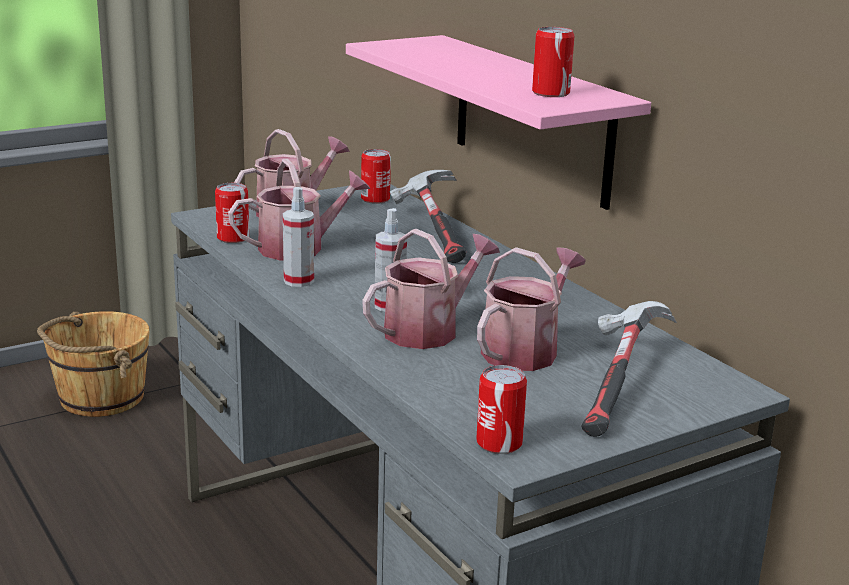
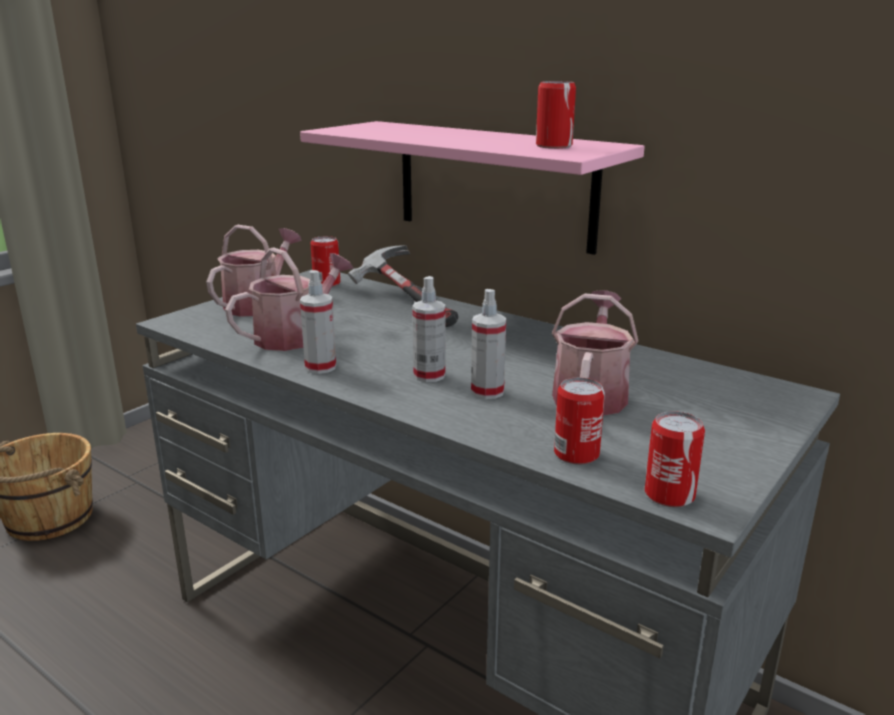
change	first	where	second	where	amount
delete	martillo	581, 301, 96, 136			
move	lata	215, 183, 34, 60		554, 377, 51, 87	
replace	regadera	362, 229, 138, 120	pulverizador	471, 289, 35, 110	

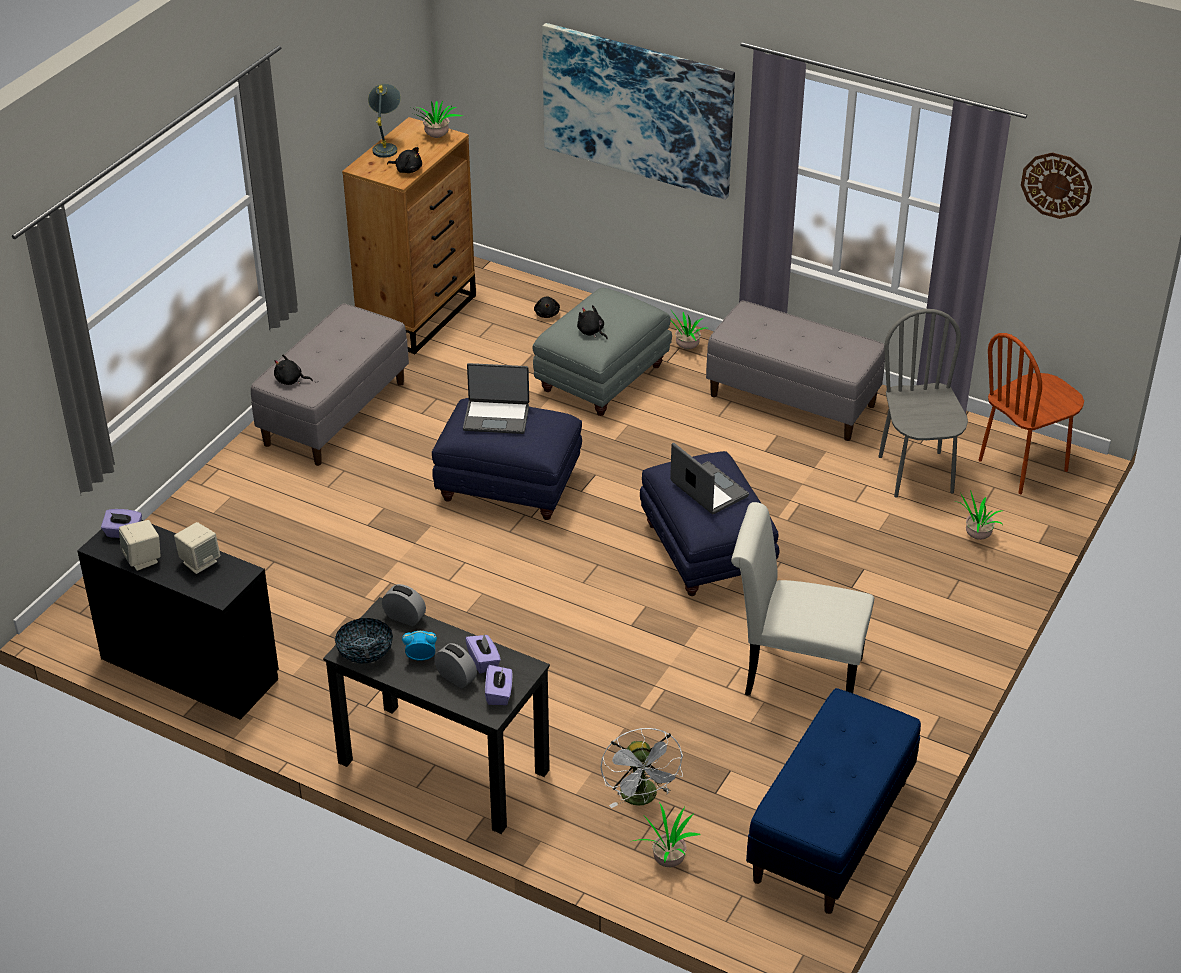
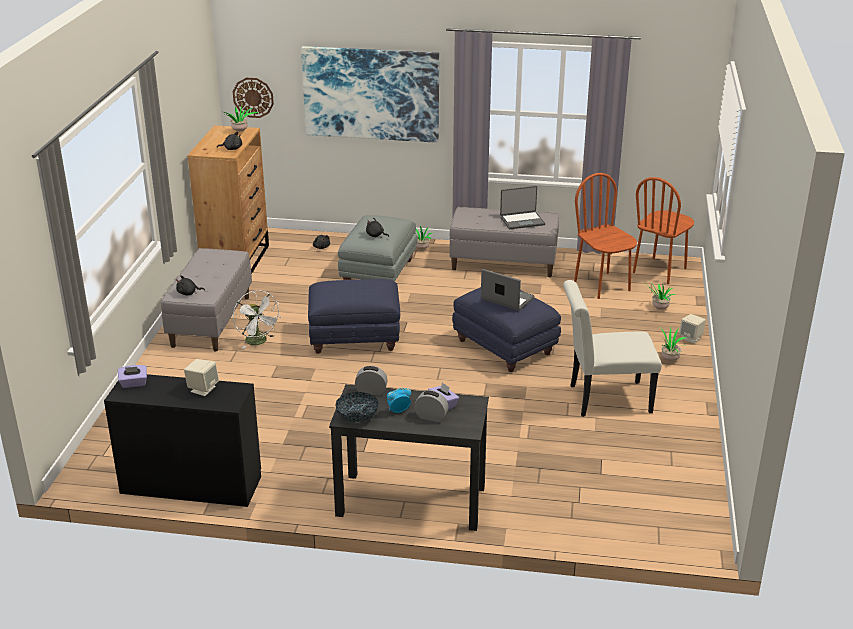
change	first	where	second	where	amount
delete	lámpara de mesa (gris)	368, 84, 33, 74			
delete	caja de pañuelos (morado)	485, 665, 27, 40			
delete	banco (azul)	746, 688, 175, 226			
move	altavoz (beis)	119, 520, 42, 51		679, 314, 27, 30	
move	portátil	463, 363, 66, 71		500, 186, 45, 43	
move	ventilador (blanco)	600, 728, 83, 80		233, 290, 48, 59	
move	planta en maceta	633, 804, 68, 63		657, 328, 30, 33	
move	reloj de pared	1021, 152, 71, 67		233, 78, 41, 40	
recolor	silla (gris)	879, 309, 89, 189	silla (marrón)	574, 173, 63, 126	

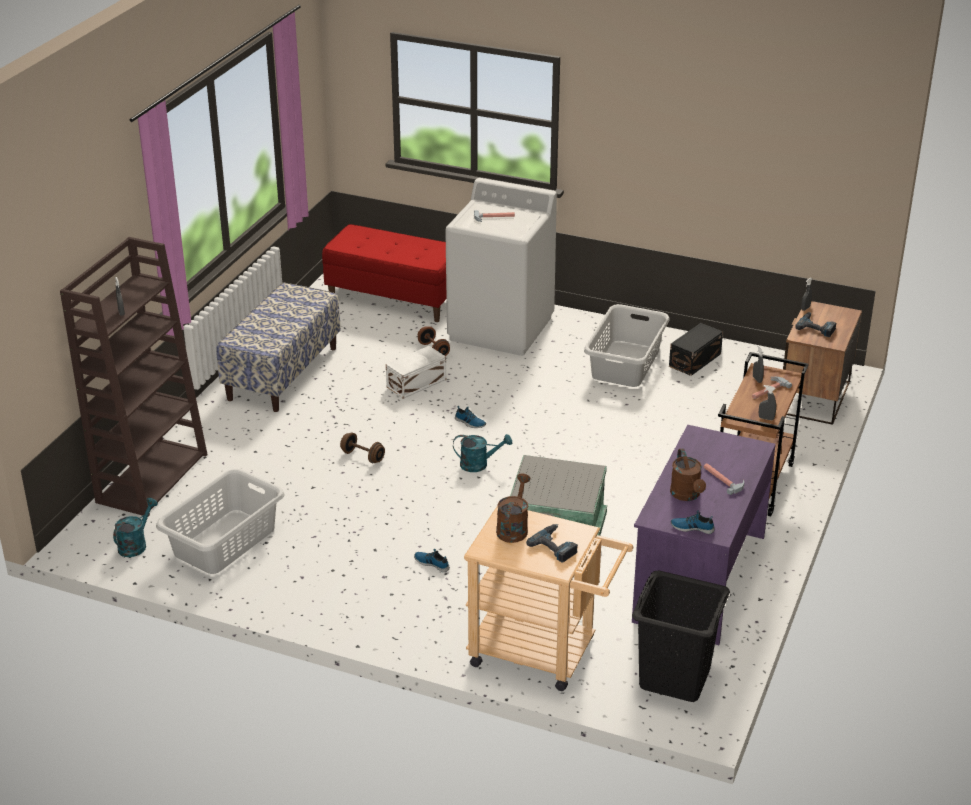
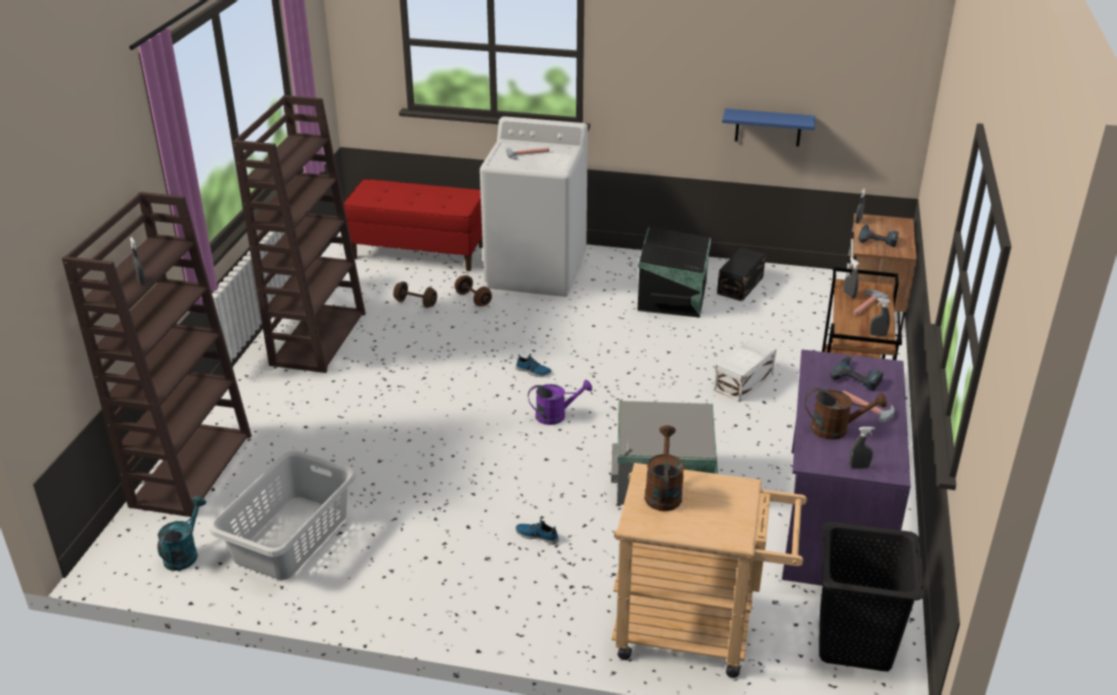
change	first	where	second	where	amount
insert			estante (azul)	722, 108, 94, 39	
move	mancuerna (marrón)	340, 433, 45, 30		393, 282, 44, 26	
move	caja de almacenaje (blanco)	386, 346, 60, 53		714, 339, 62, 63	
move	taladro	526, 524, 52, 39		830, 356, 54, 35	
replace	banco	216, 282, 125, 130	estantería (marrón)	232, 95, 134, 278	
replace	cesto de la ropa (gris)	584, 304, 86, 83	caja de almacenaje (negro)	637, 227, 74, 91	
replace	zapato	671, 510, 44, 24	pulverizador (gris)	849, 427, 26, 41	
recolor	regadera (turquesa)	453, 434, 59, 38	regadera (morado)	528, 380, 64, 45	
rotate	regadera (marrón)	670, 448, 36, 53		805, 388, 82, 52	60 degrees counterclockwise

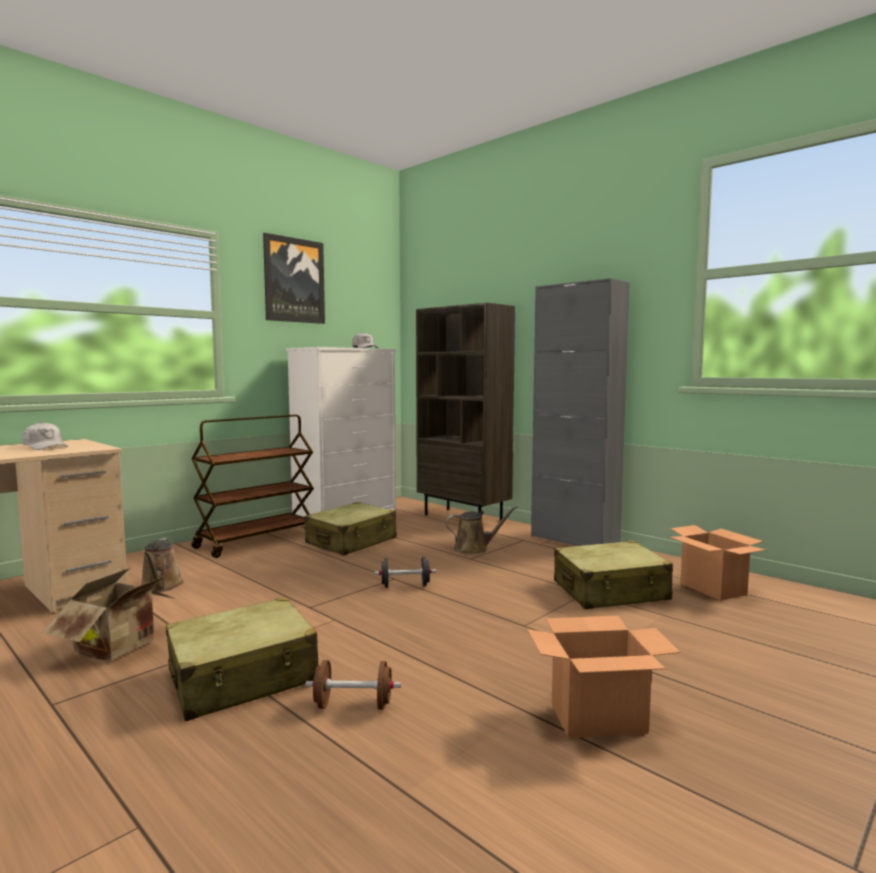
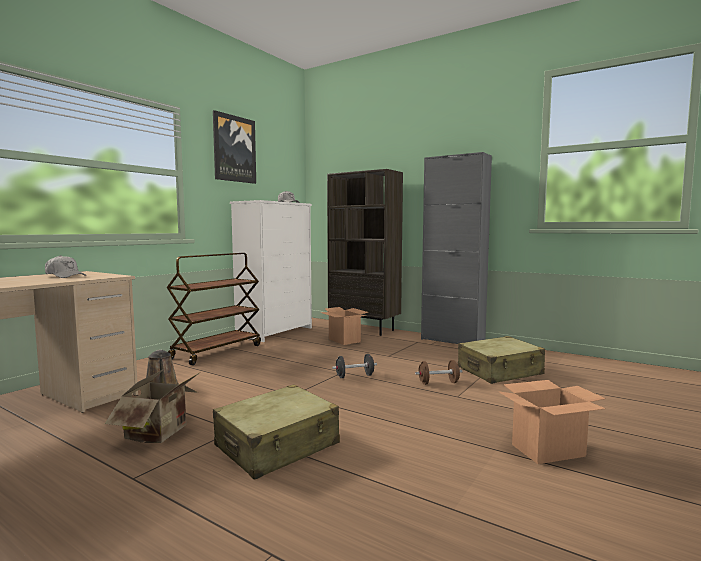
change	first	where	second	where	amount
delete	maleta (beis)	304, 502, 93, 54			
delete	regadera (marrón)	446, 506, 72, 48			
move	mancuerna (marrón)	305, 660, 96, 50		415, 360, 47, 25	
move	caja de cartón	670, 525, 96, 76		320, 307, 48, 38	

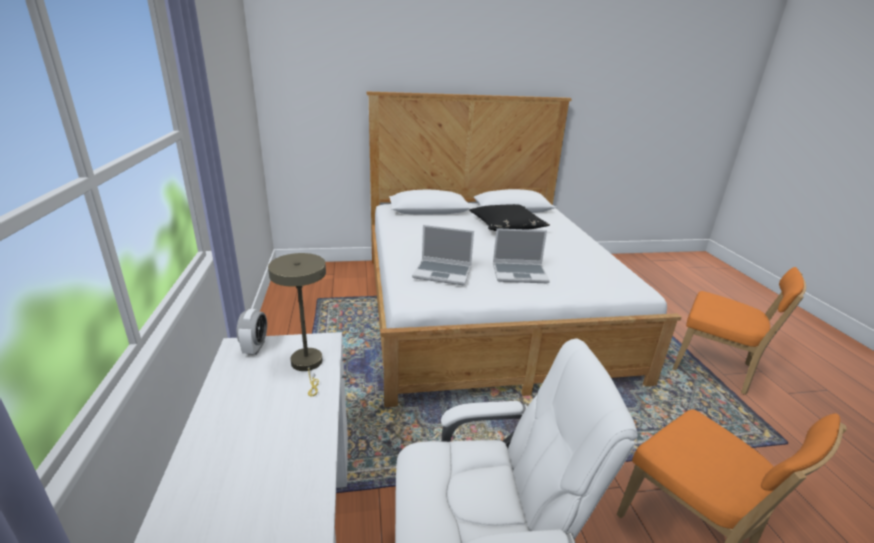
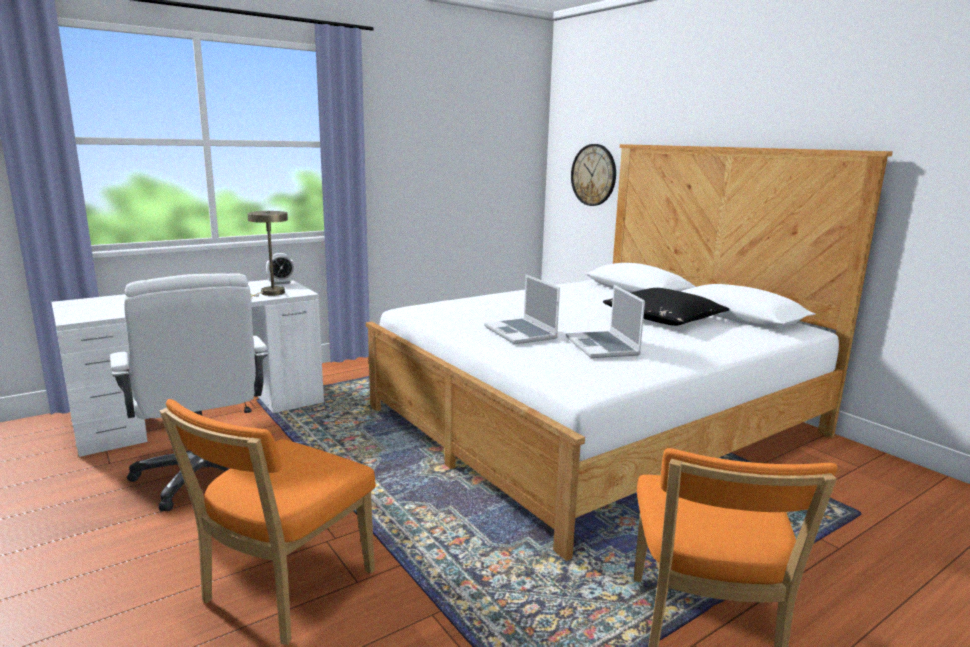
change	first	where	second	where	amount
insert			reloj de pared	571, 144, 45, 62	
move	portátil	412, 225, 62, 60		566, 285, 79, 73	

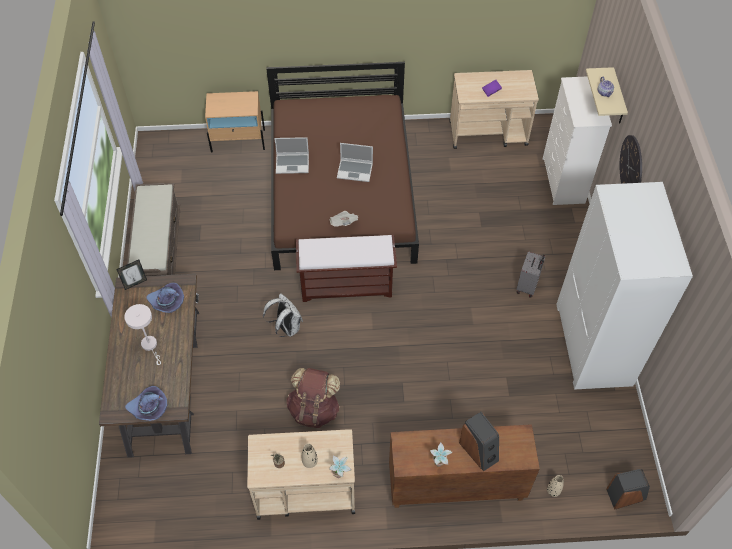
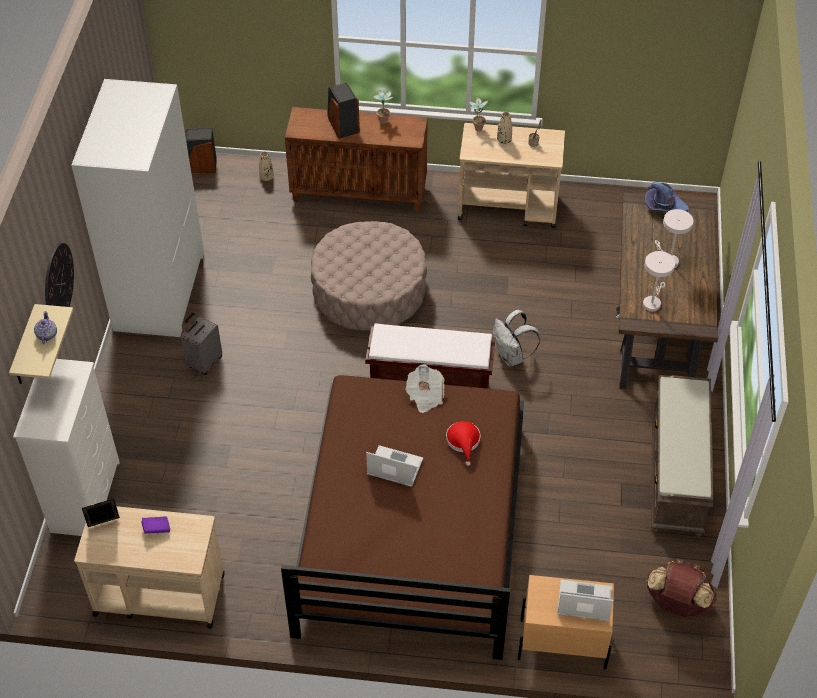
change	first	where	second	where	amount
insert			puf (beis)	311, 221, 116, 109	
insert			sombrero (rojo)	446, 421, 34, 45	
move	portarretratos	116, 260, 31, 30		82, 499, 38, 28	
move	portátil	274, 137, 35, 37		557, 580, 56, 41	
move	mochila (marrón)	286, 368, 54, 60		646, 559, 70, 58	
replace	sombrero (morado)	146, 283, 38, 30	lámpara de mesa (blanco)	643, 251, 33, 61	

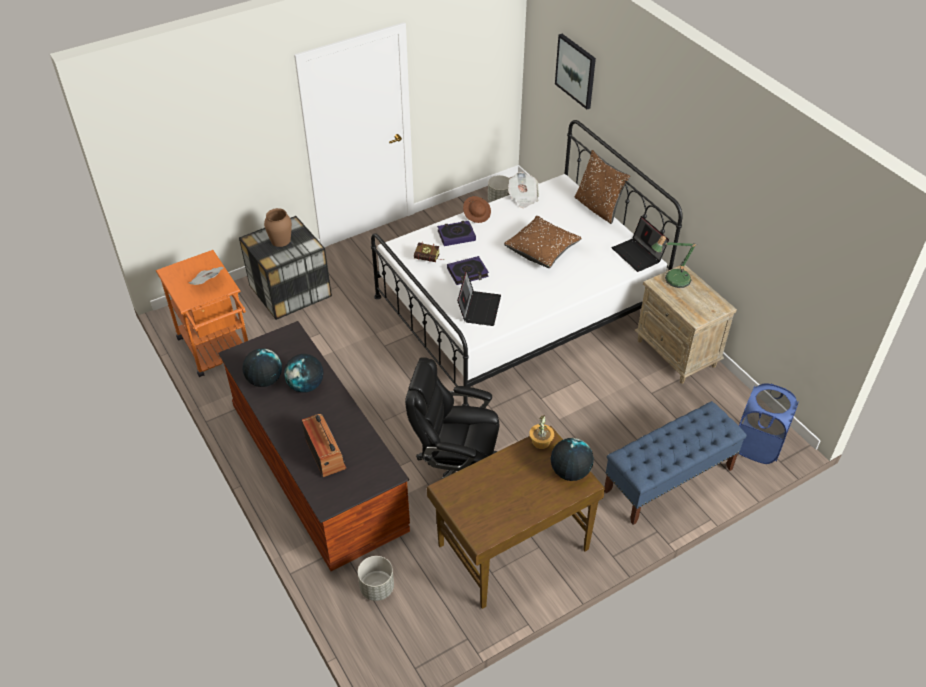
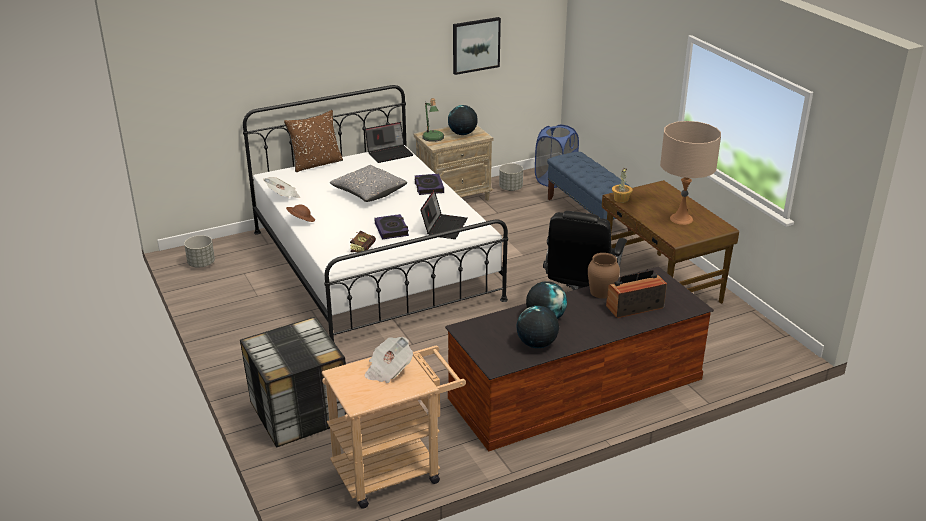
change	first	where	second	where	amount
insert			lámpara de mesa (beis)	660, 121, 61, 104	
move	florero (marrón)	264, 208, 28, 39		588, 253, 32, 46	
move	maceta (gris)	358, 556, 36, 45		499, 163, 24, 28	
move	libro	437, 221, 39, 25		415, 174, 29, 21	
move	globo terráqueo	551, 438, 43, 43		448, 105, 30, 30	
move	cuadro	555, 34, 41, 75		453, 17, 48, 58	
recolor	carrito (naranja)	156, 250, 92, 127	carrito (beis)	322, 346, 144, 163	
recolor	cojín (marrón)	504, 216, 78, 52	cojín (gris)	330, 165, 77, 37	
rotate	portátil	457, 270, 44, 56		420, 190, 48, 49	90 degrees clockwise

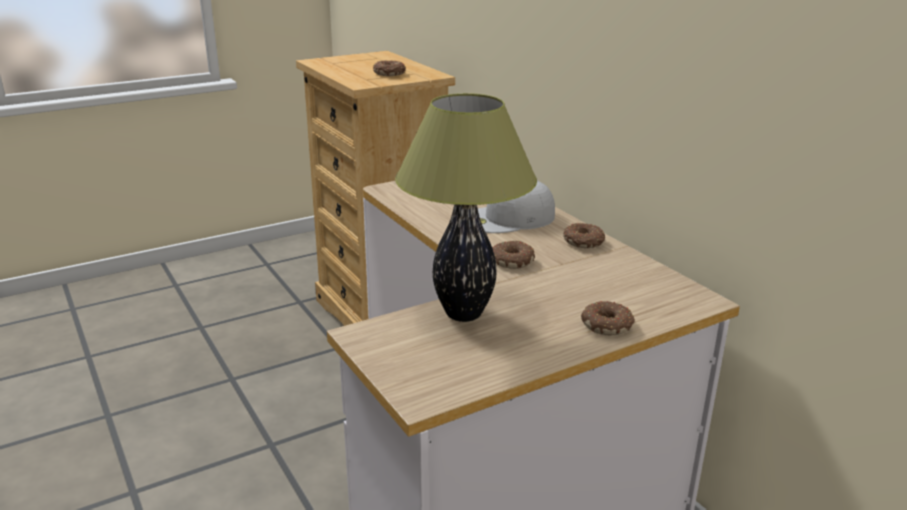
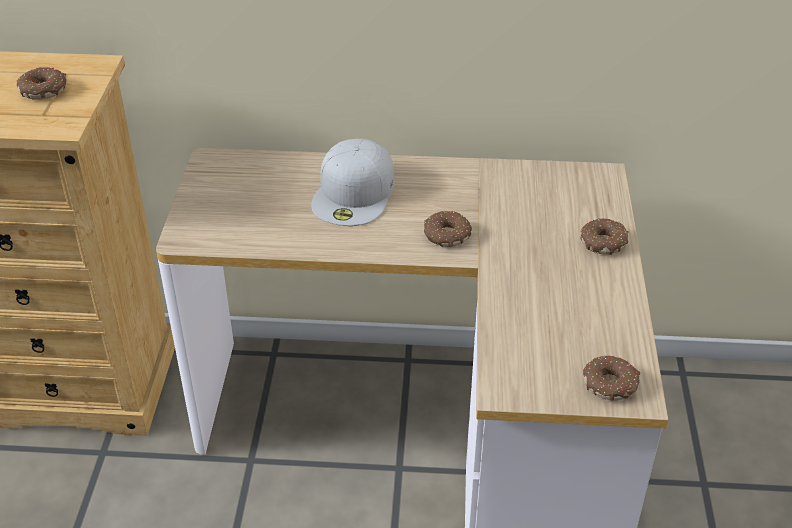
change	first	where	second	where	amount
delete	lámpara de mesa	395, 93, 142, 229			
move	rosquilla	563, 223, 42, 25		583, 355, 58, 46	

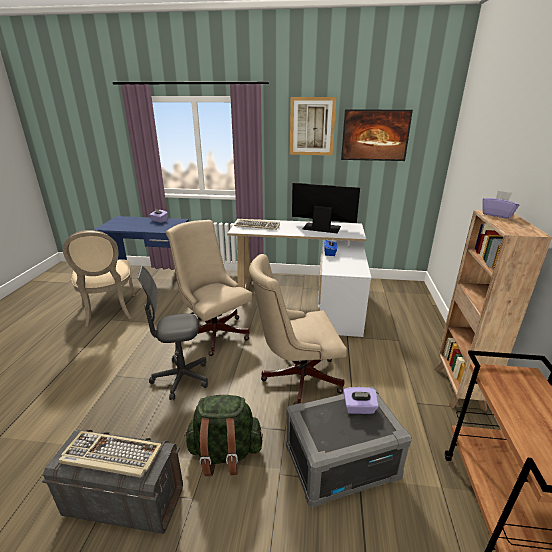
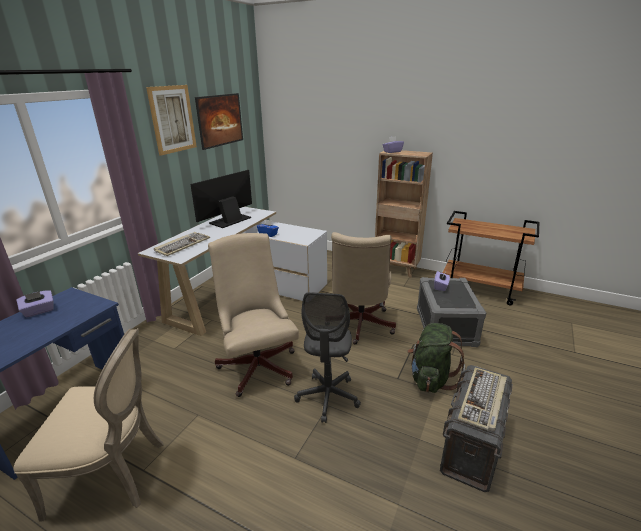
change	first	where	second	where	amount
rotate	silla de oficina (beis)	166, 220, 86, 136		208, 233, 91, 164	90 degrees clockwise

